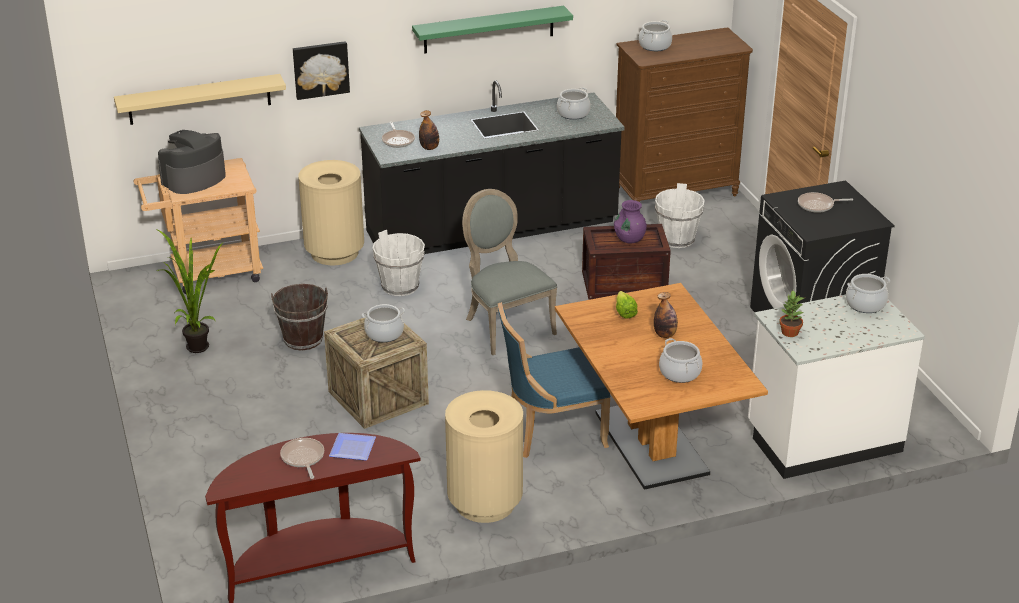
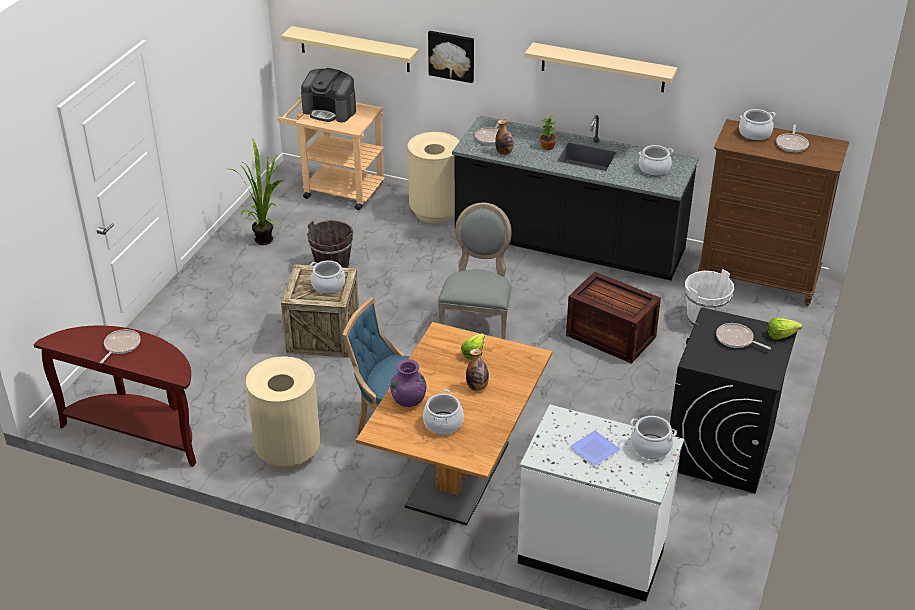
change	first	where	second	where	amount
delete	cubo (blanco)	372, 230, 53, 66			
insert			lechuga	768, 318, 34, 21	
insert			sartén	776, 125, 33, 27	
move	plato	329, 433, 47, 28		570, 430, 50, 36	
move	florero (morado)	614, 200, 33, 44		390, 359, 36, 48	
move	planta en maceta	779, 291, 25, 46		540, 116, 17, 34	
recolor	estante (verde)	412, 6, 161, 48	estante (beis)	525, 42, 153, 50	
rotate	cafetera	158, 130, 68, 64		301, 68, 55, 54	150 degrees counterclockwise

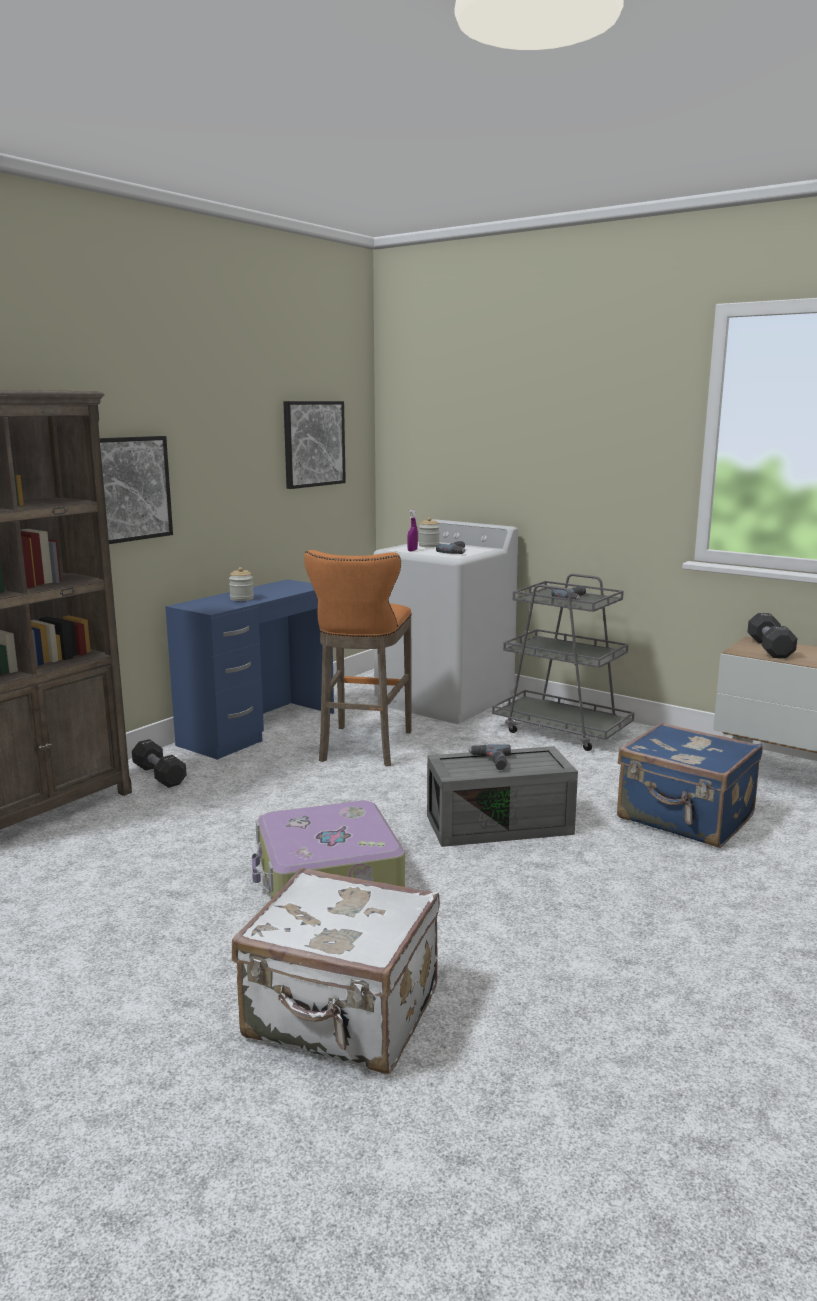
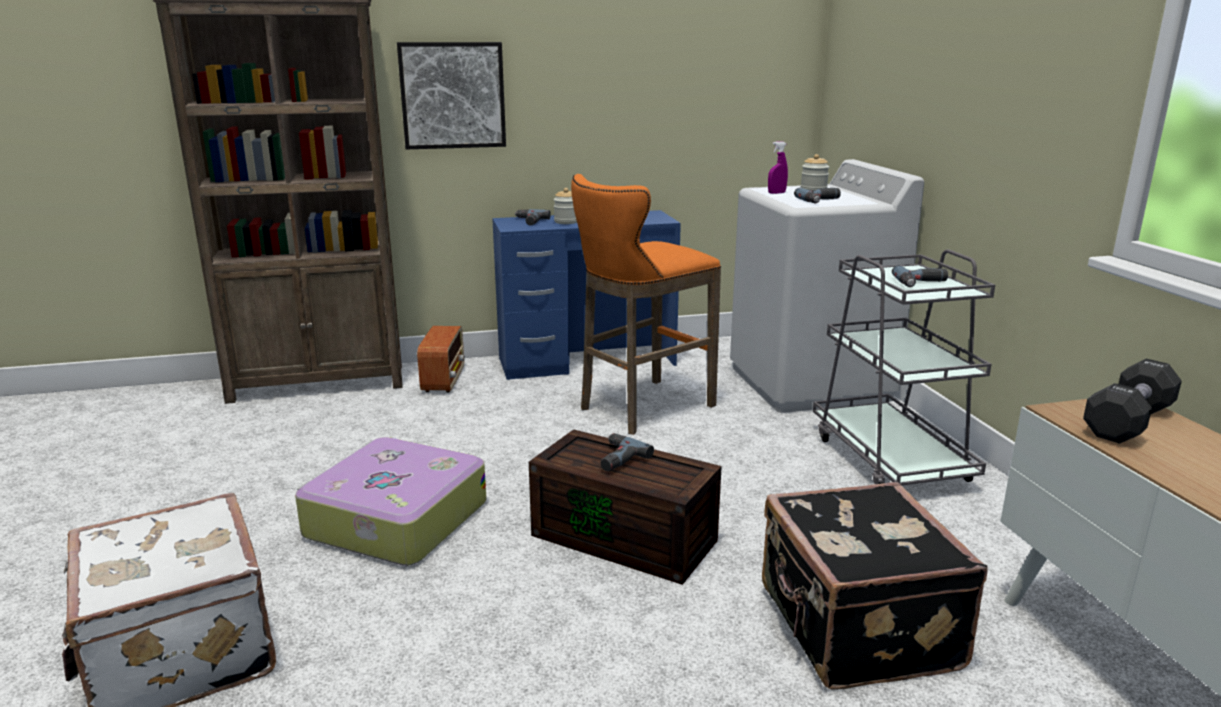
change	first	where	second	where	amount
delete	cuadro	284, 401, 62, 88			
insert			taladro	515, 209, 36, 17	
replace	mancuerna (negro)	132, 739, 55, 49	radio	417, 326, 48, 66	
recolor	caja de almacenaje (gris)	427, 746, 151, 101	caja de almacenaje (marrón)	529, 429, 193, 156	
recolor	maleta (azul)	617, 722, 146, 126	maleta (negro)	762, 482, 225, 208	

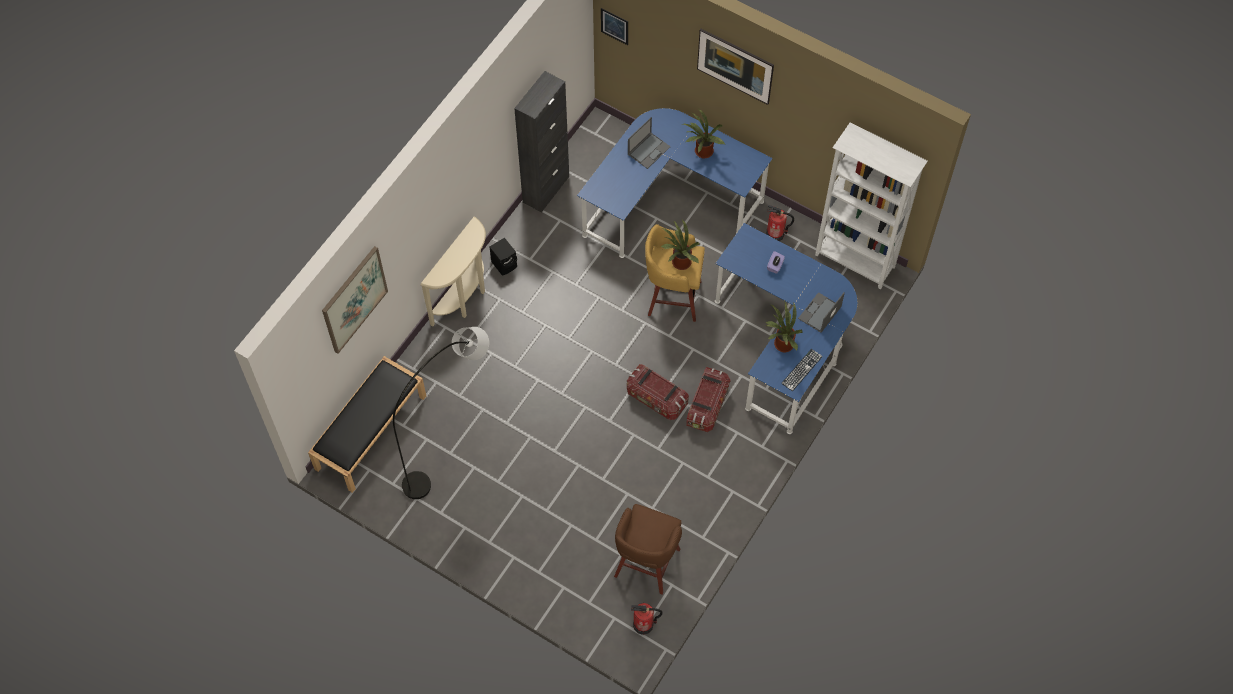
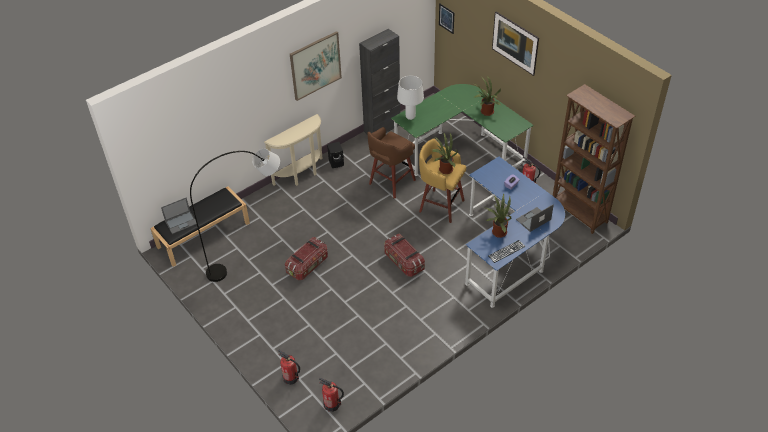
change	first	where	second	where	amount
insert			extintor	278, 349, 22, 36	
insert			lámpara de mesa (blanco)	397, 76, 27, 44	
move	cuadro	322, 246, 66, 108		290, 31, 52, 70	
move	taburete (marrón)	614, 504, 68, 90		367, 127, 49, 72	
move	portátil	628, 117, 43, 52		161, 198, 35, 36	
move	caja de almacenaje	686, 367, 44, 65		285, 237, 43, 43	
recolor	escritorio (azul)	577, 108, 196, 150	escritorio (verde)	391, 84, 143, 92	
recolor	estantería (blanco)	815, 122, 113, 168	estantería (marrón)	553, 84, 82, 150	

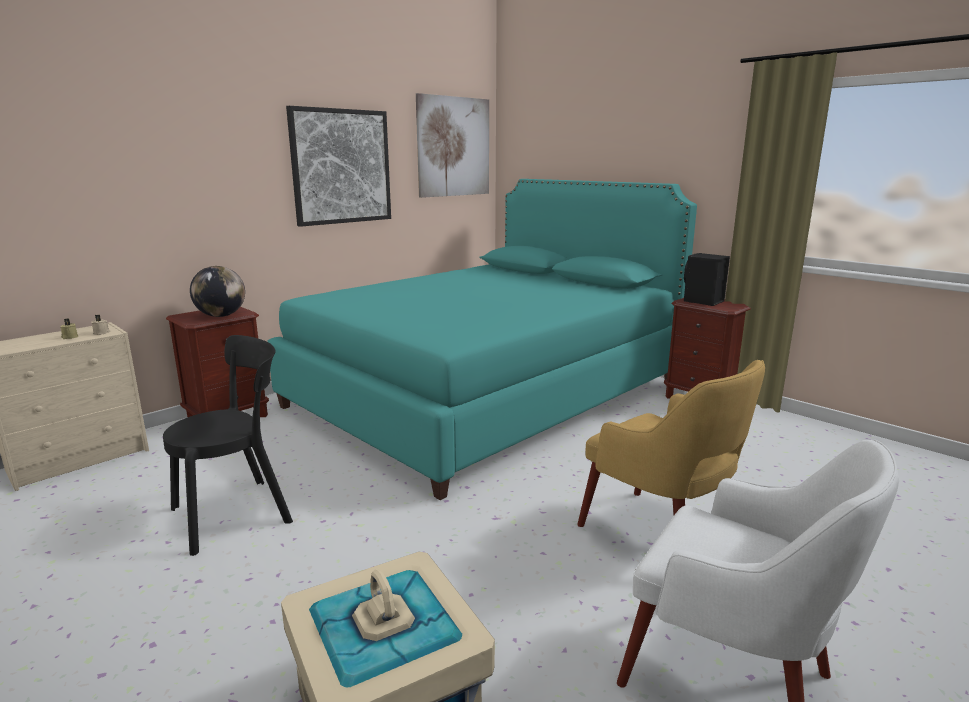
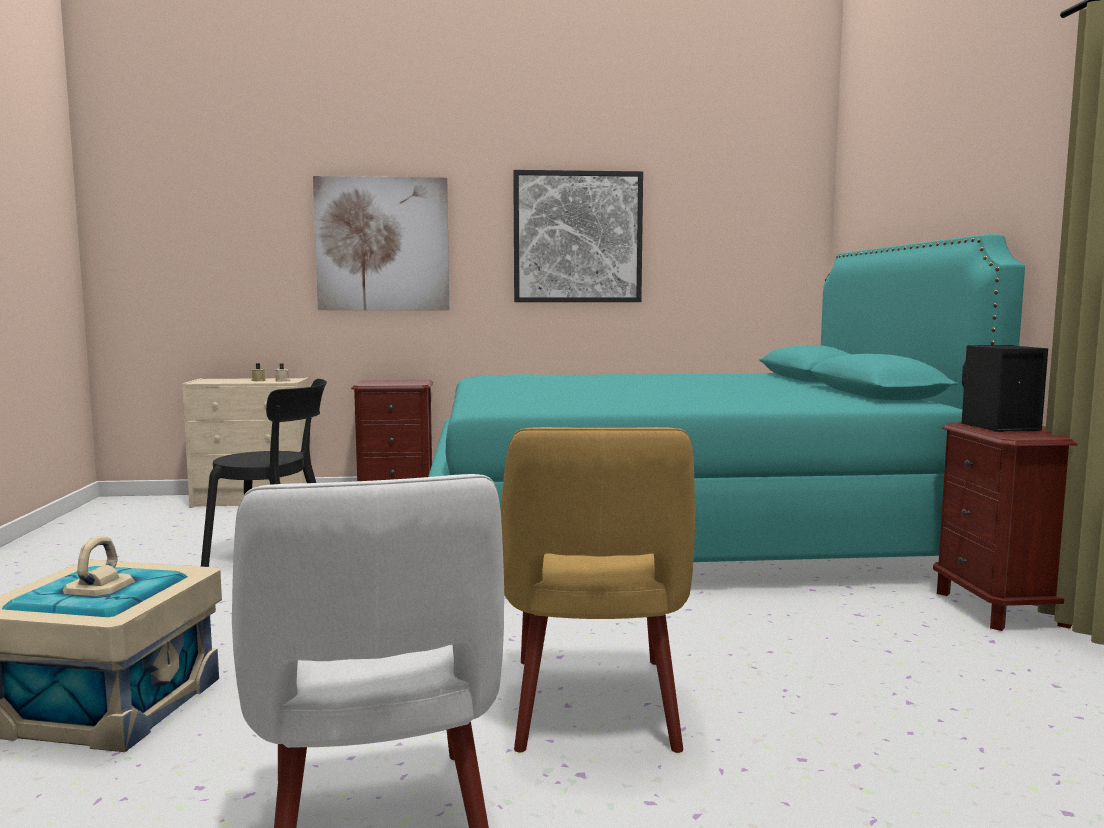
change	first	where	second	where	amount
delete	globo terráqueo	190, 266, 55, 51			
move	cuadro	416, 93, 73, 105		313, 176, 136, 134	

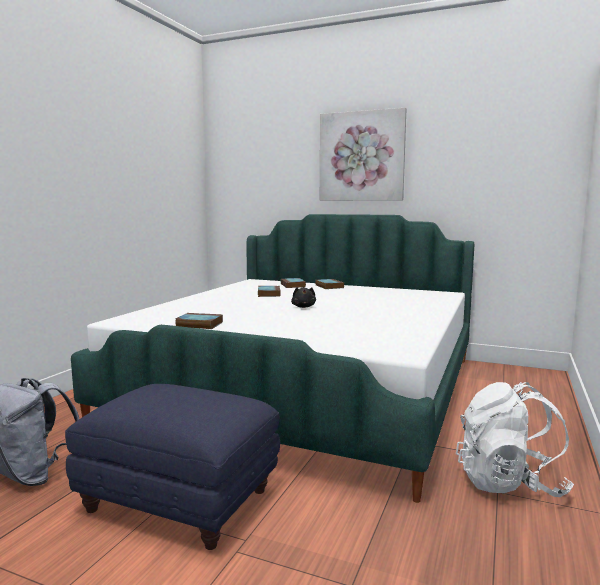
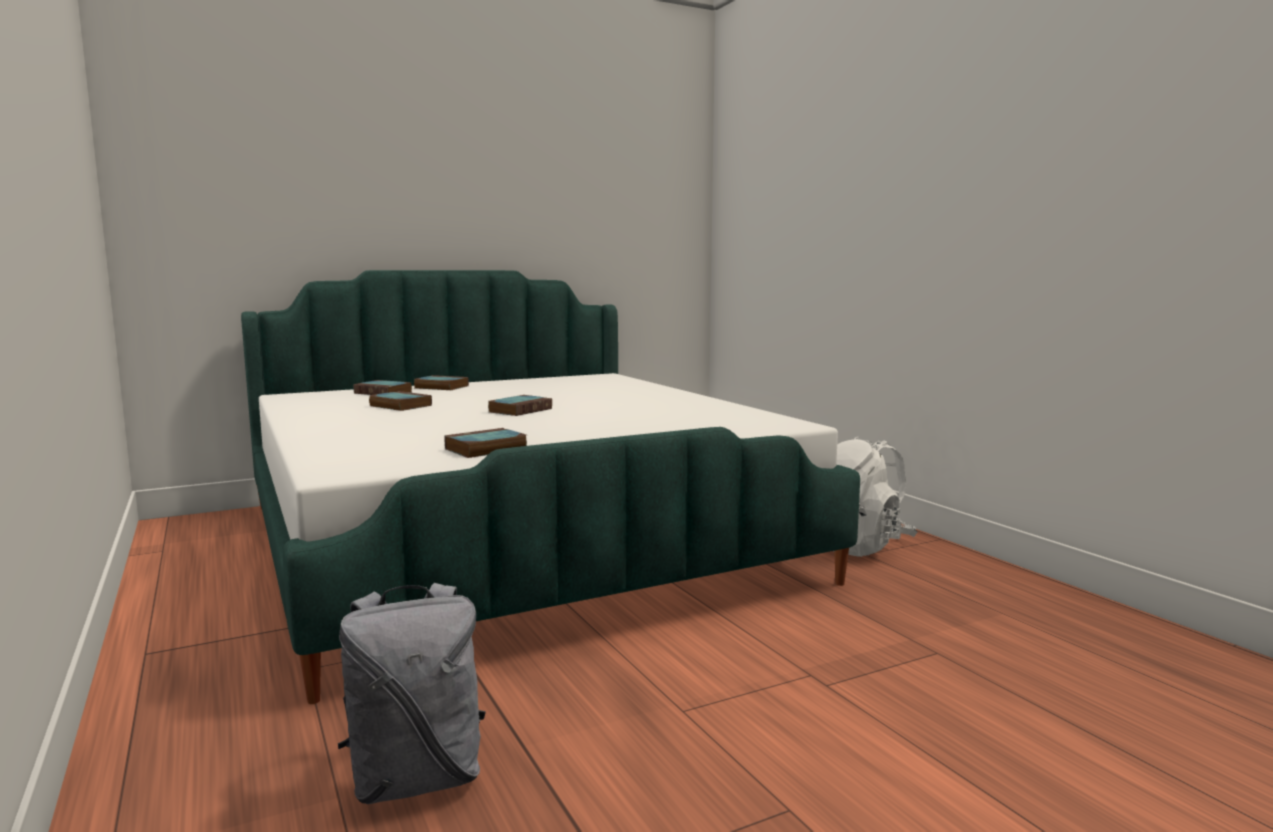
change	first	where	second	where	amount
delete	puf (azul)	65, 384, 215, 166			
delete	cuadro	320, 108, 86, 93			
replace	peluche (negro)	291, 287, 25, 21	libro	488, 395, 64, 21	

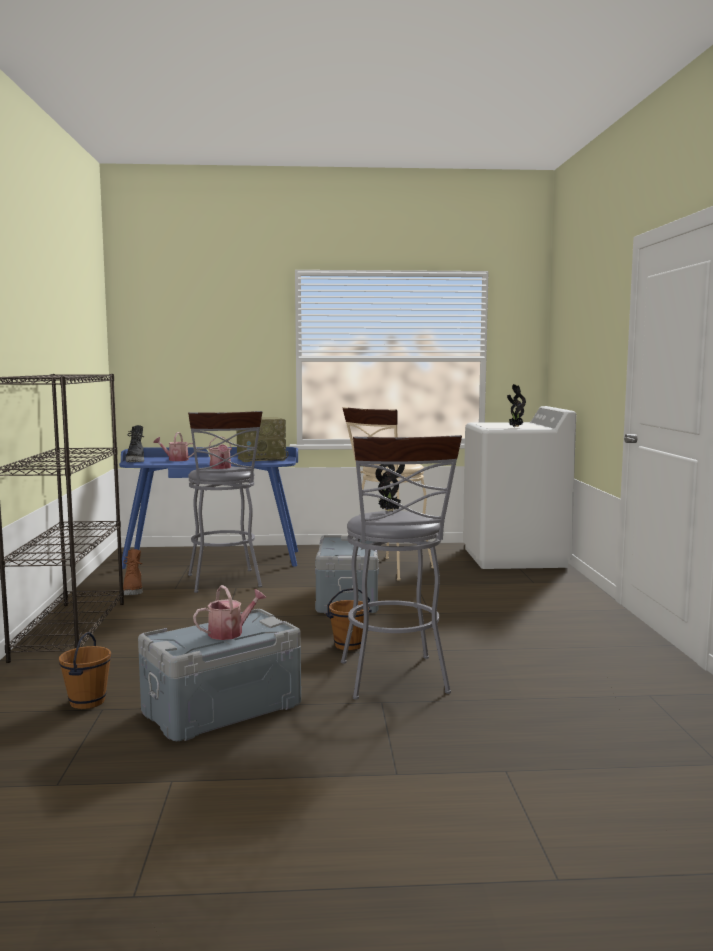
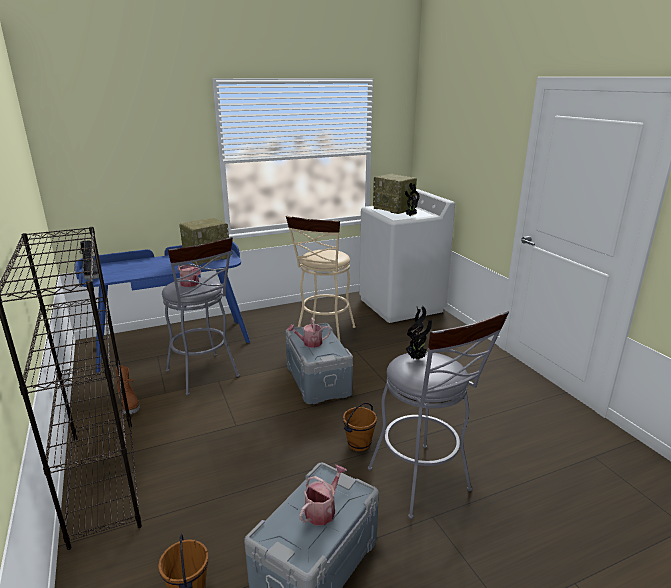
change	first	where	second	where	amount
insert			radio	373, 174, 44, 40	
move	regadera	153, 432, 41, 29		287, 317, 44, 31	

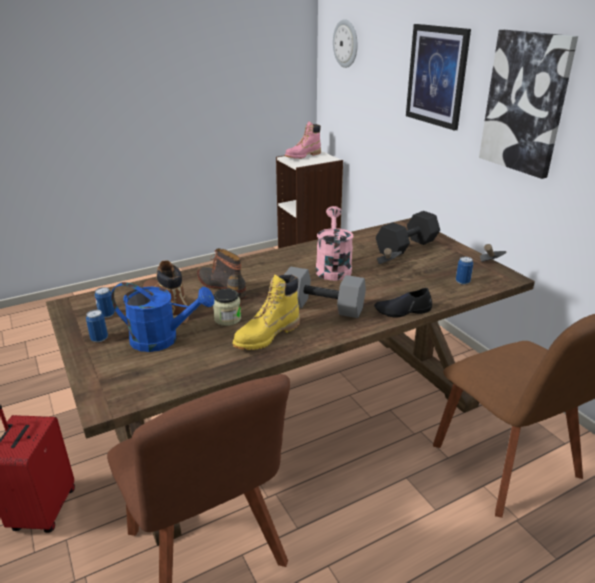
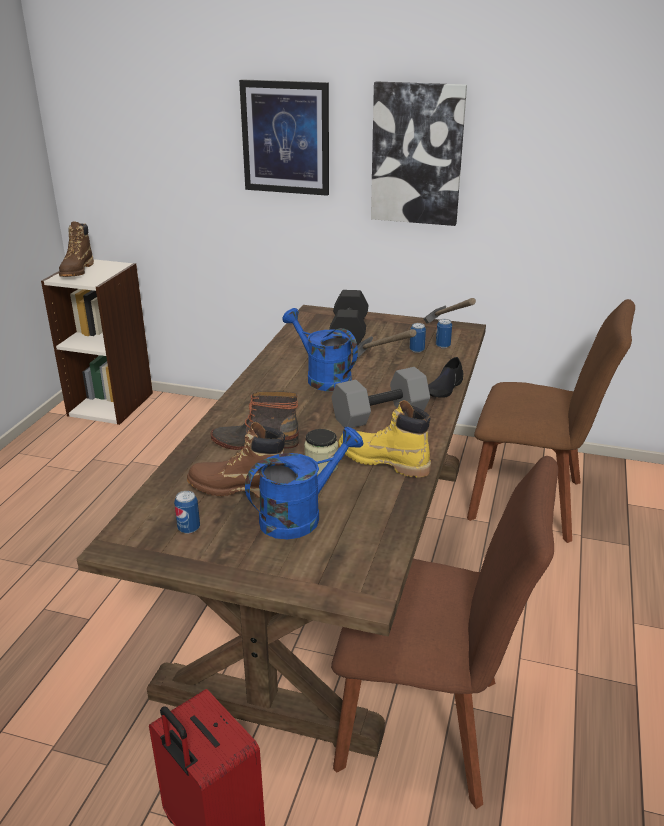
change	first	where	second	where	amount
delete	reloj de pared	333, 19, 25, 49			
move	lata	86, 310, 22, 32		409, 323, 17, 30	
recolor	bota (rosa)	285, 121, 36, 38	bota (marrón)	59, 221, 35, 56	
recolor	regadera (rosa)	316, 206, 37, 75	regadera (azul)	283, 308, 75, 83	
rotate	bota (amarillo)	233, 275, 67, 75		338, 400, 93, 78	120 degrees clockwise

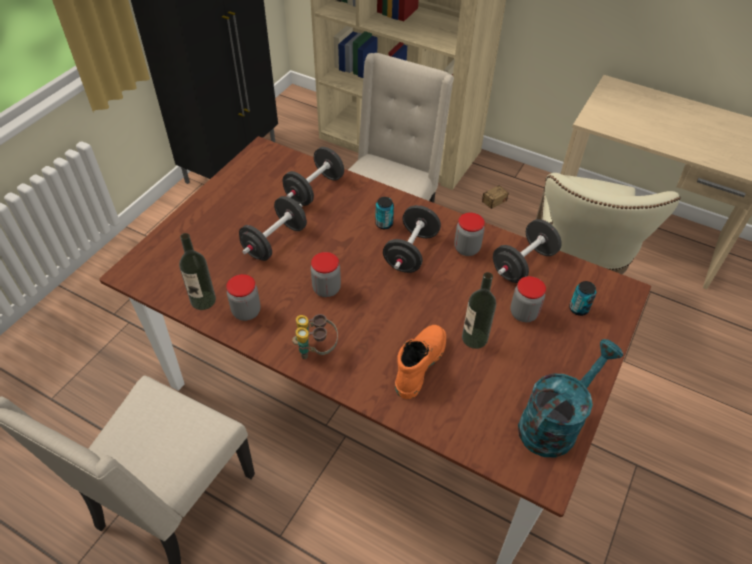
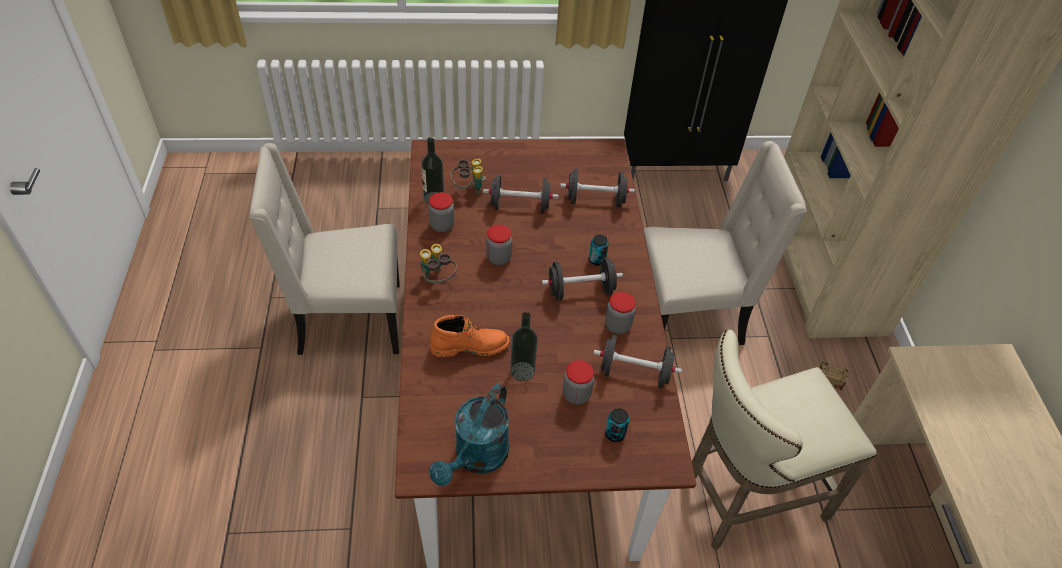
change	first	where	second	where	amount
insert			prismáticos	451, 158, 35, 37	
rotate	regadera (turquesa)	518, 339, 105, 118		429, 384, 80, 102	105 degrees clockwise

